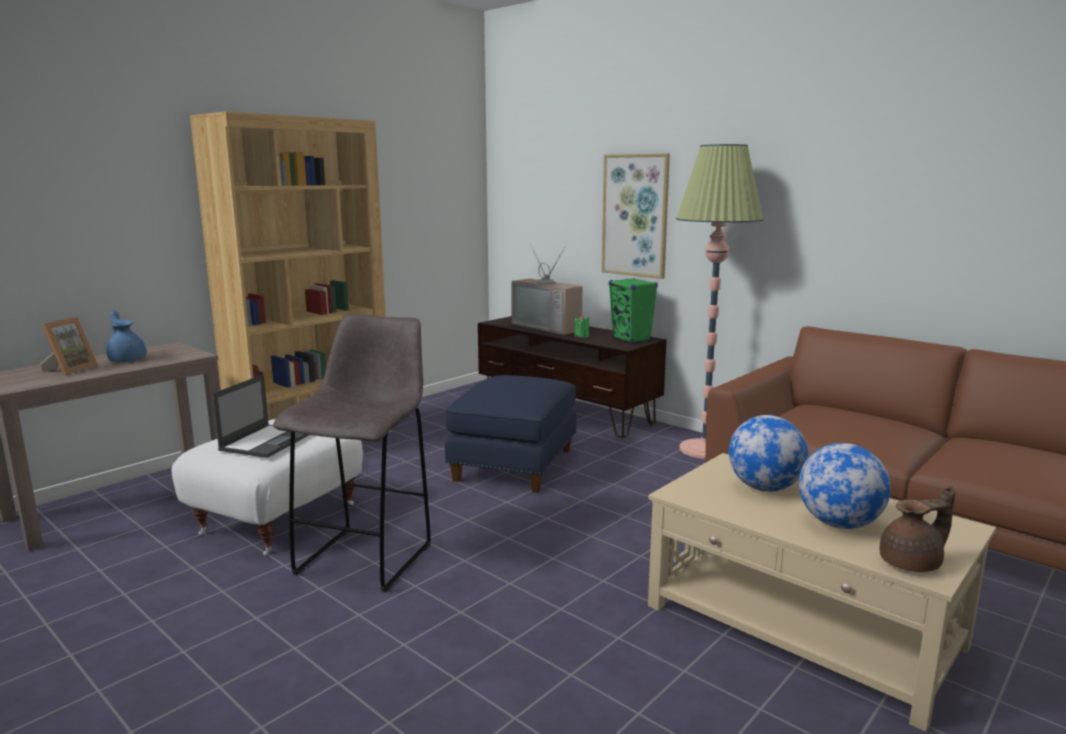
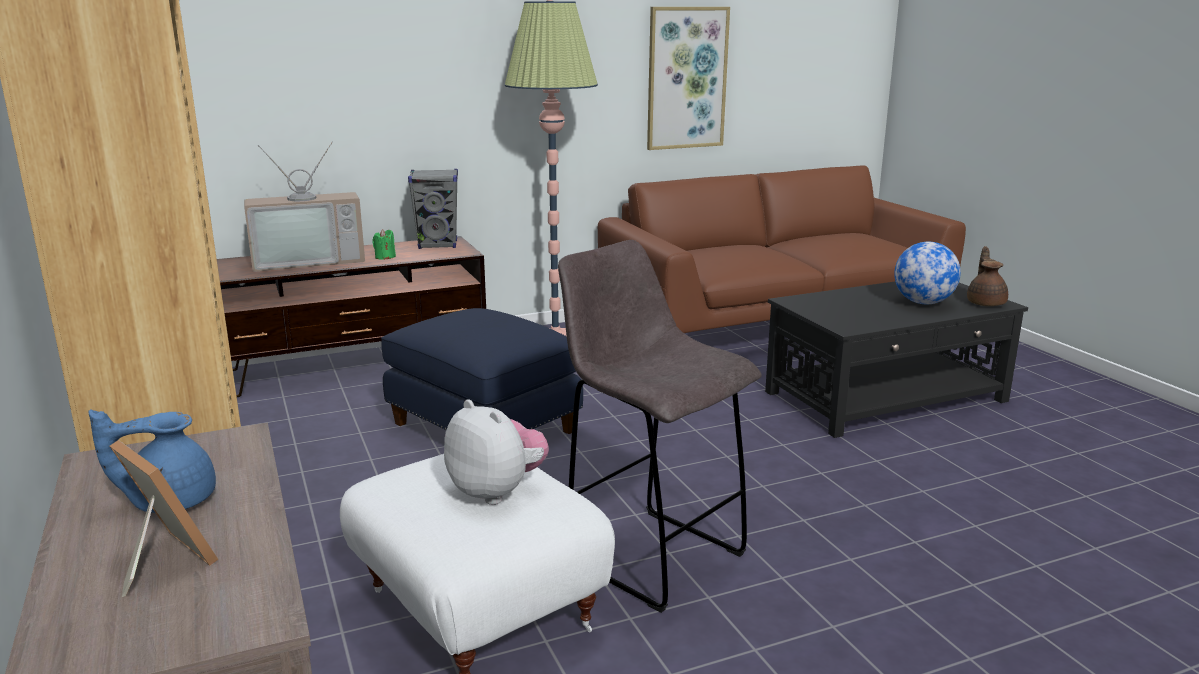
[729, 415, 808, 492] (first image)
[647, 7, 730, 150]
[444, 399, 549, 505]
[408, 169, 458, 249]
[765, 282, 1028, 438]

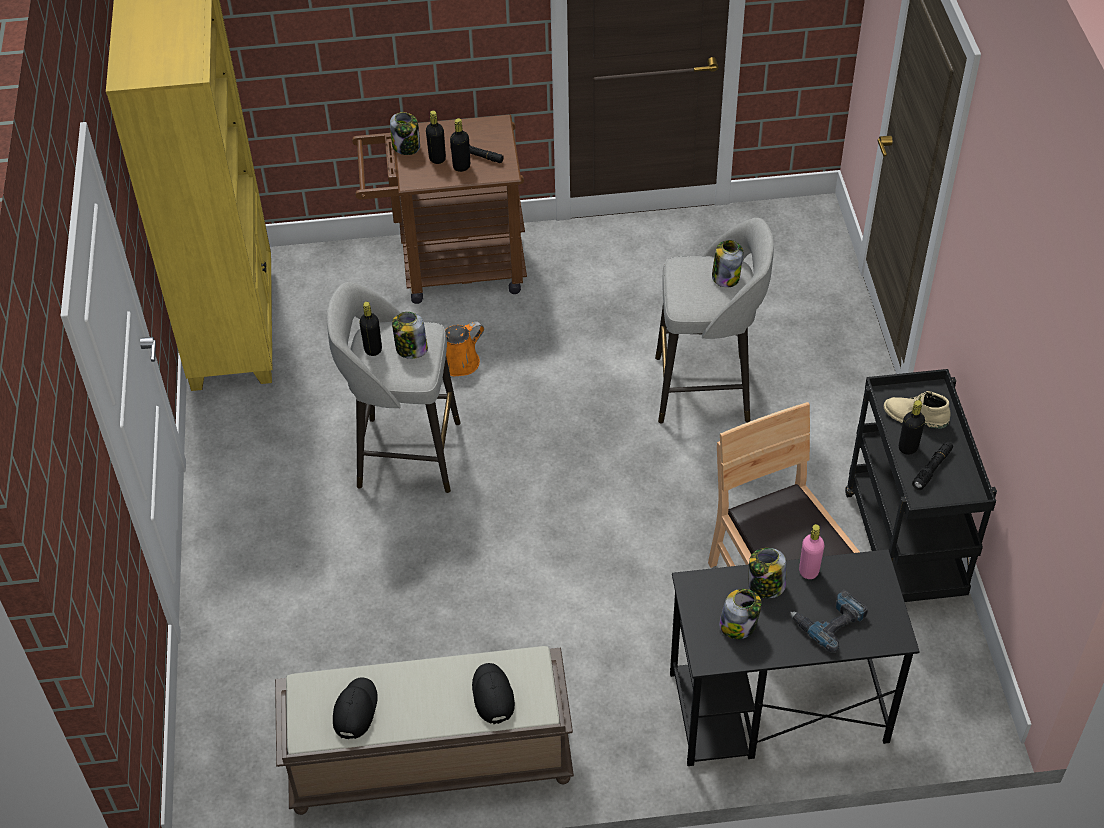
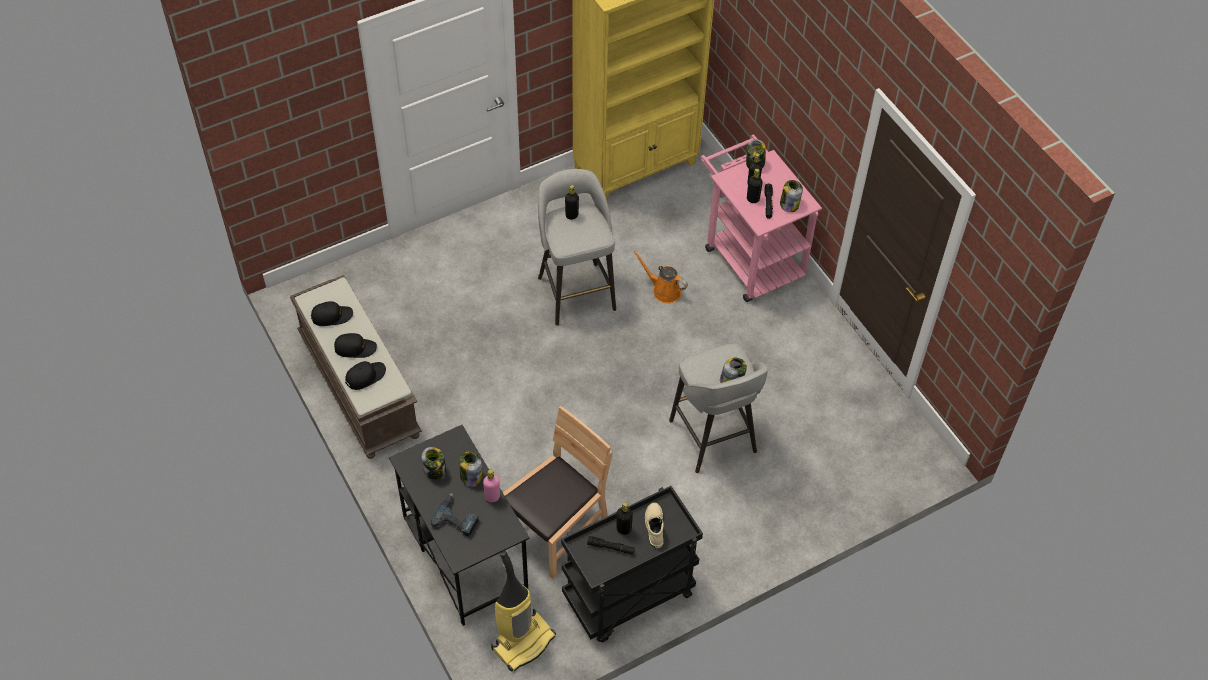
[334, 333, 377, 358]
[491, 551, 556, 672]
[780, 180, 803, 212]
[701, 135, 822, 302]

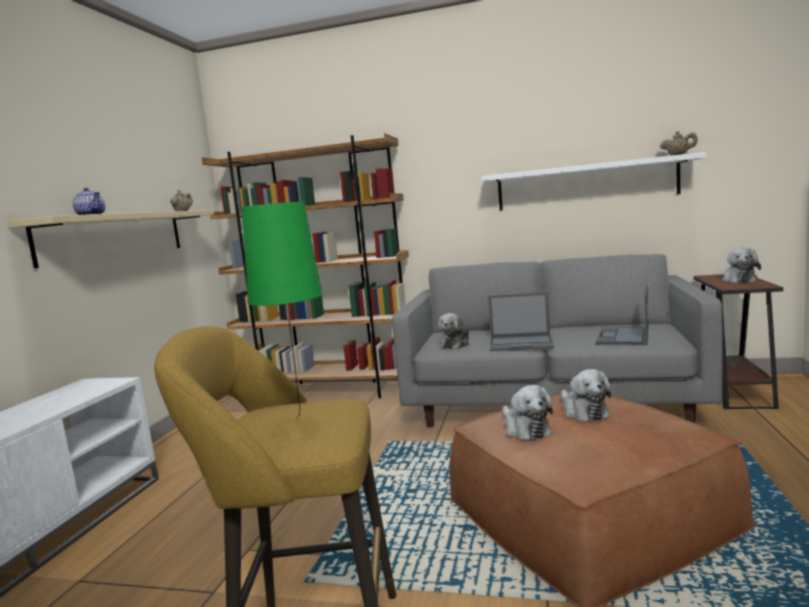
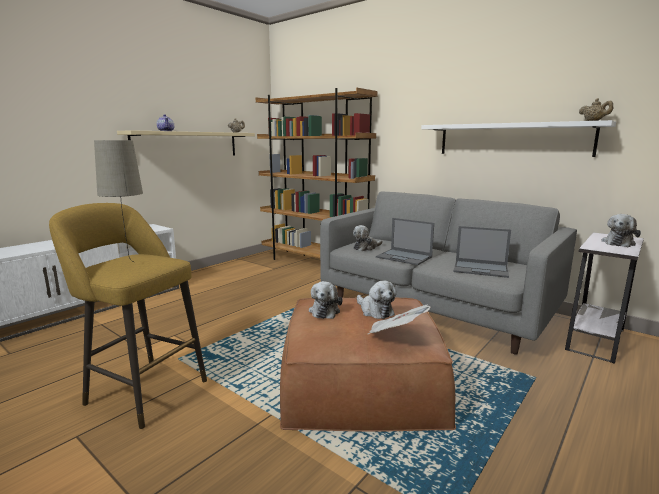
[368, 304, 430, 334]
[94, 140, 143, 262]
[565, 232, 644, 364]
[357, 281, 397, 319]
[454, 226, 511, 278]

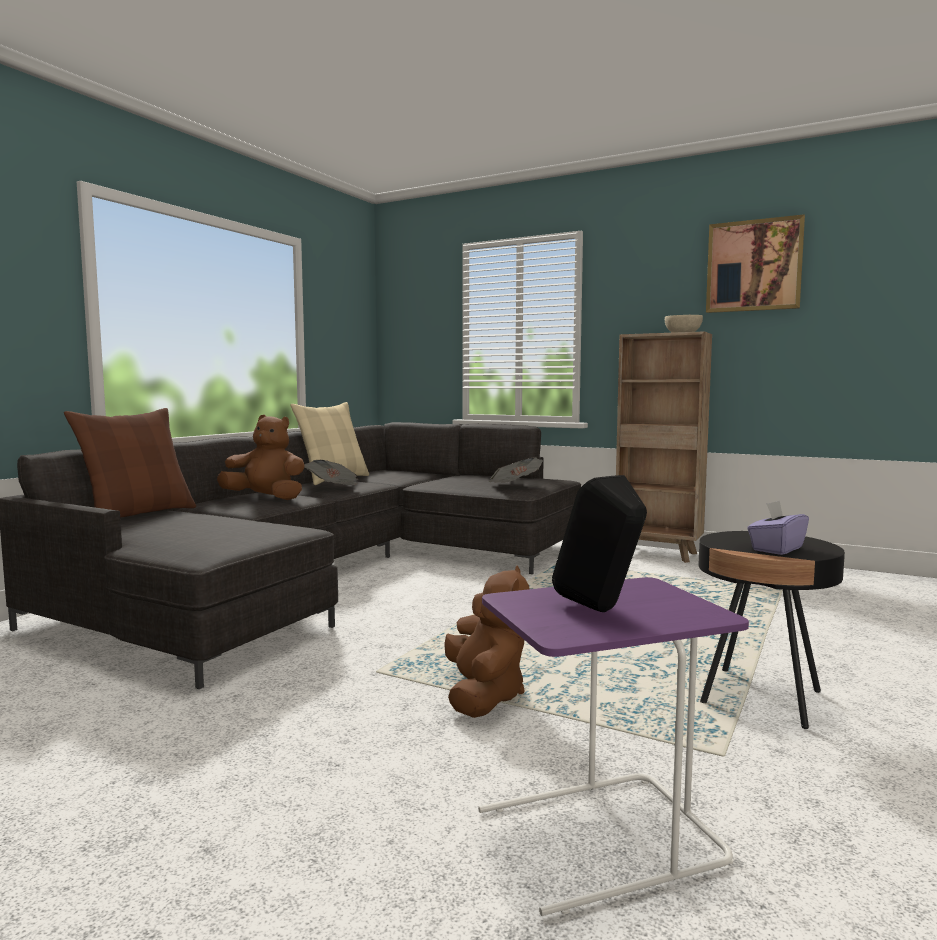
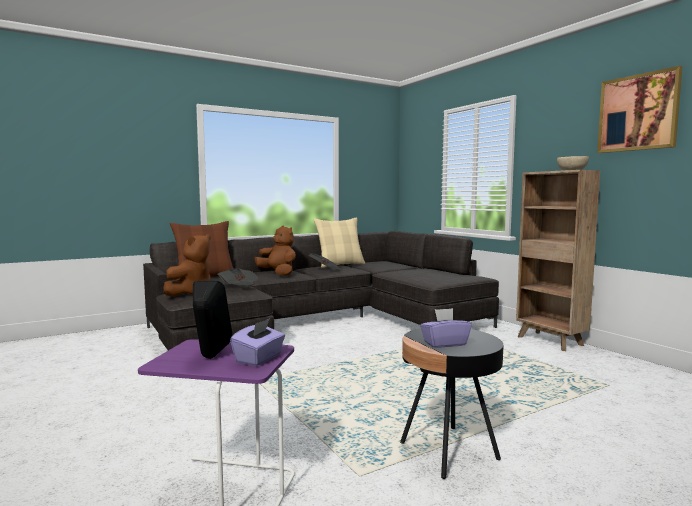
[230, 318, 285, 366]
[164, 234, 211, 297]
[217, 268, 259, 285]

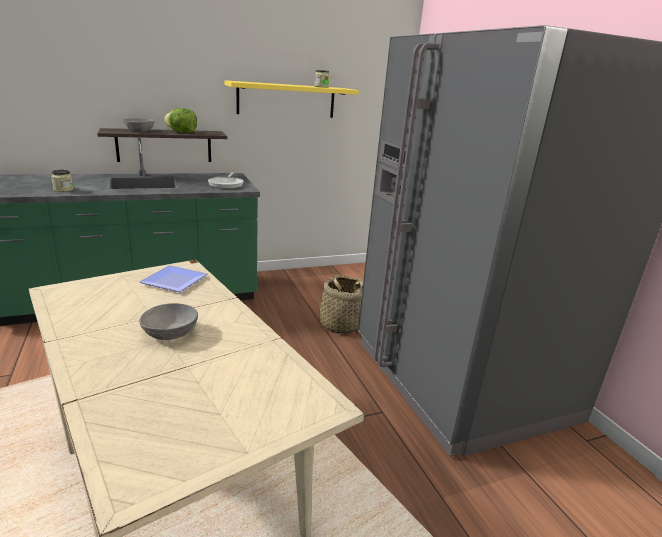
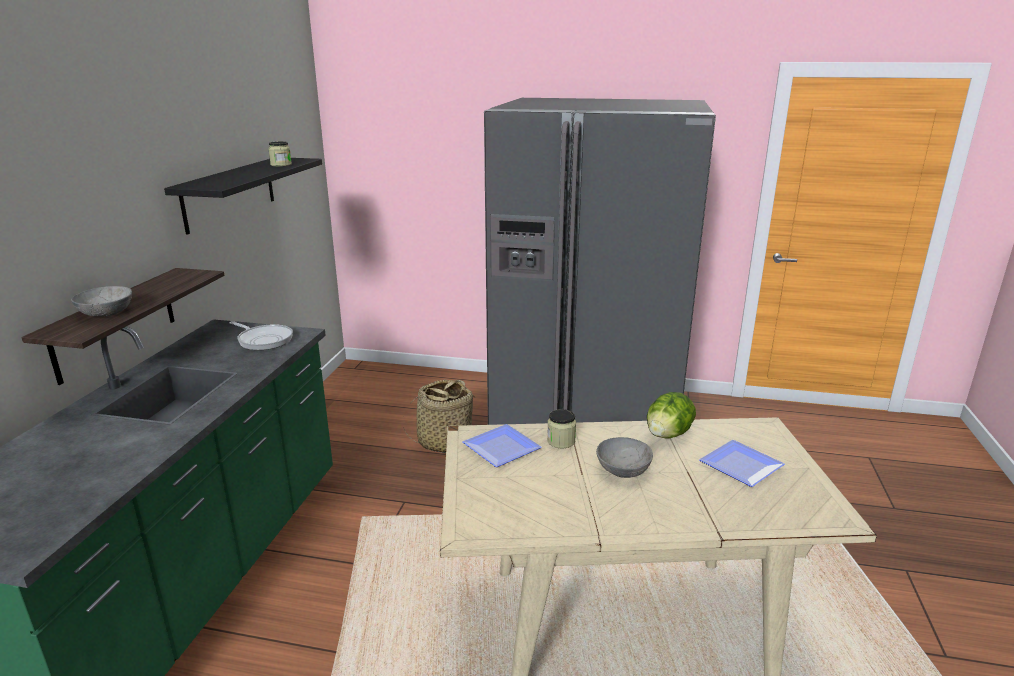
[699, 440, 785, 487]
[547, 409, 576, 448]
[647, 392, 696, 439]
[164, 158, 322, 235]

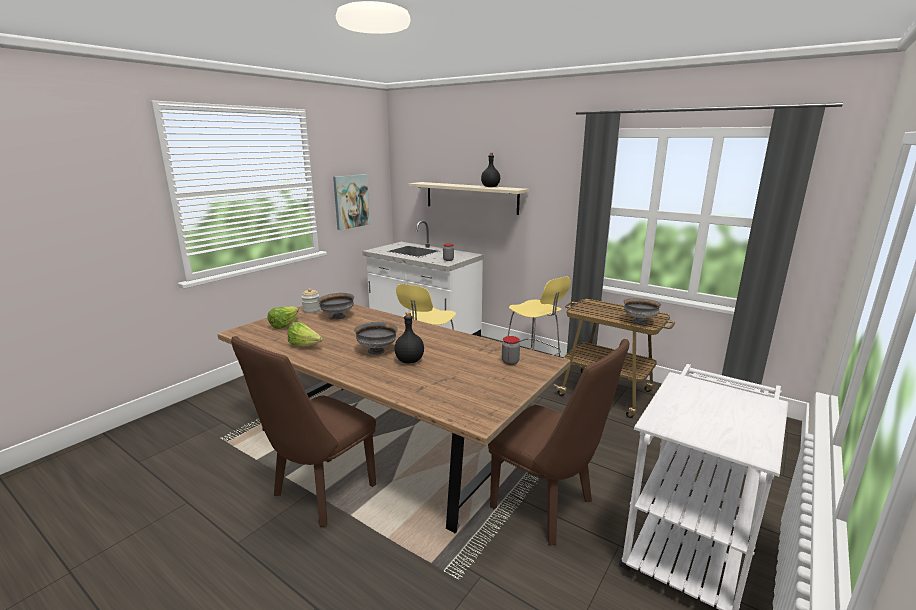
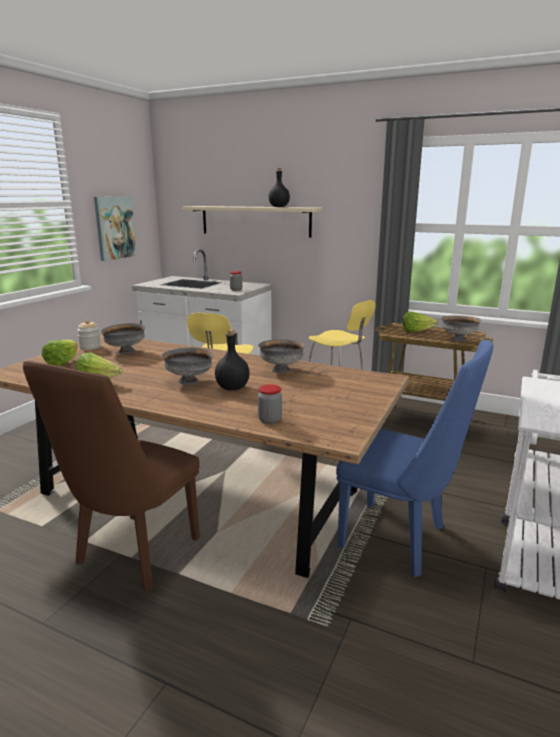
[258, 339, 305, 373]
[403, 311, 438, 332]
[258, 384, 282, 424]
[336, 340, 493, 577]

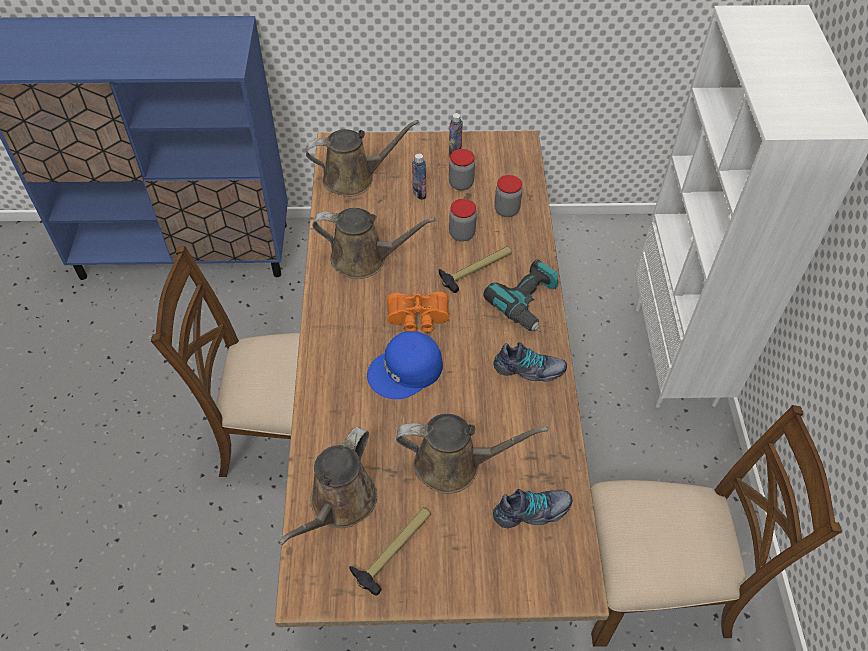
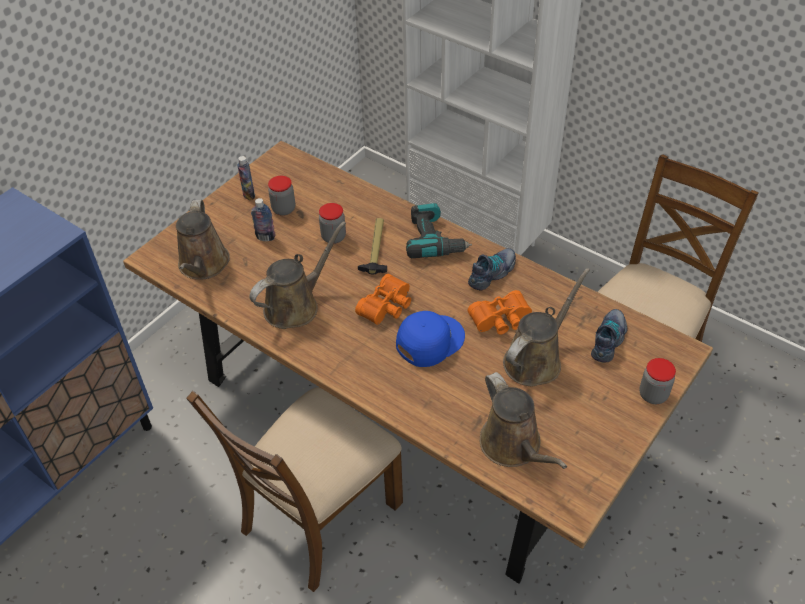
[349, 508, 431, 596] (first image)
[468, 290, 532, 335]
[639, 358, 676, 404]
[176, 200, 230, 280]
[396, 311, 465, 367]

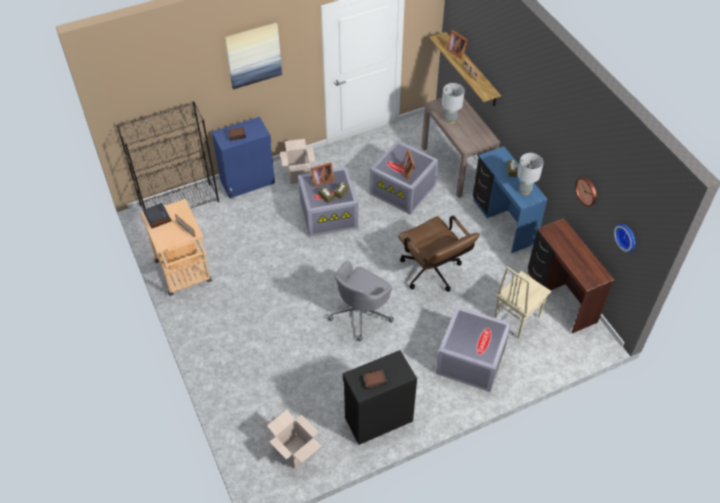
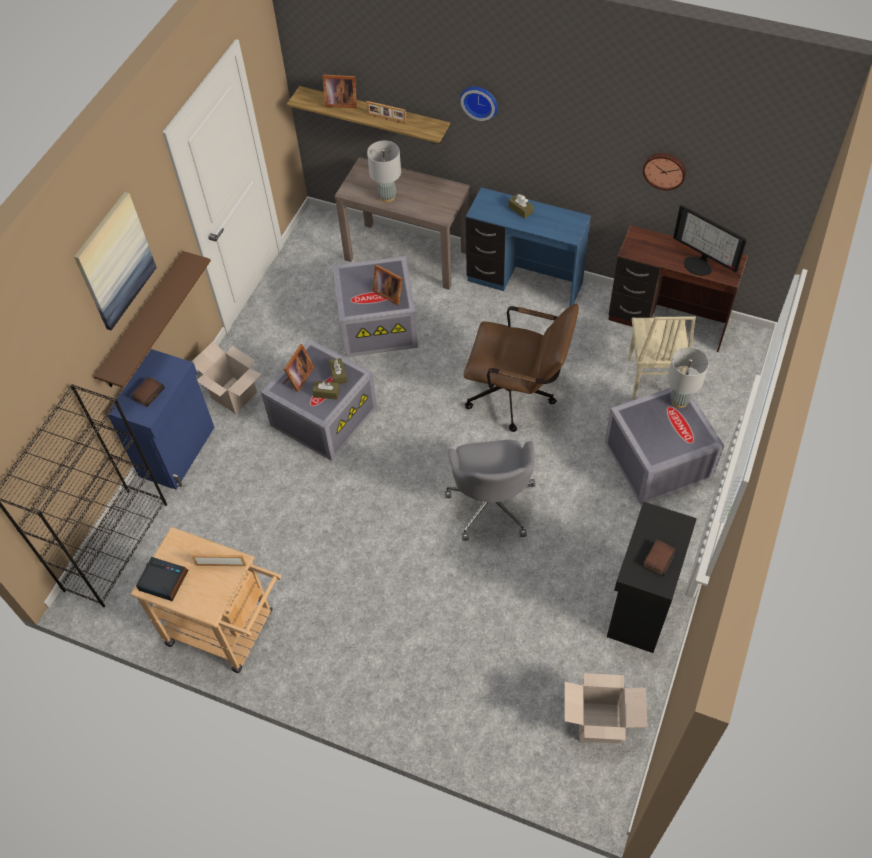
[93, 251, 211, 388]
[673, 205, 747, 276]
[668, 347, 709, 408]
[460, 86, 498, 121]

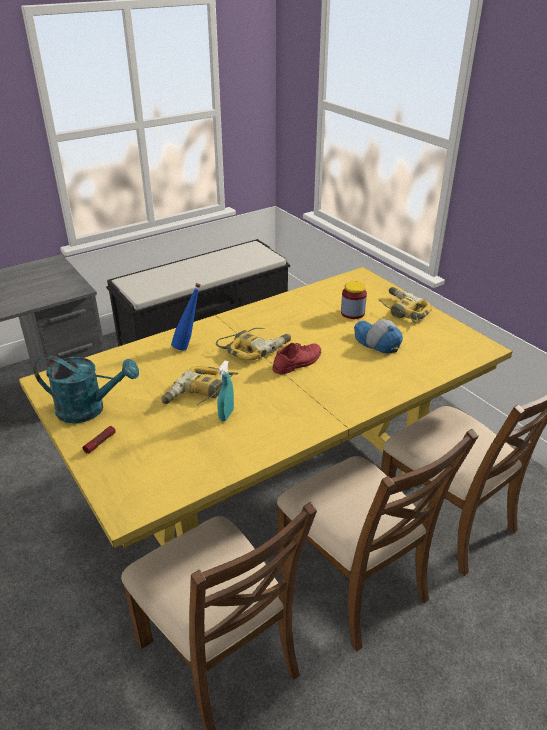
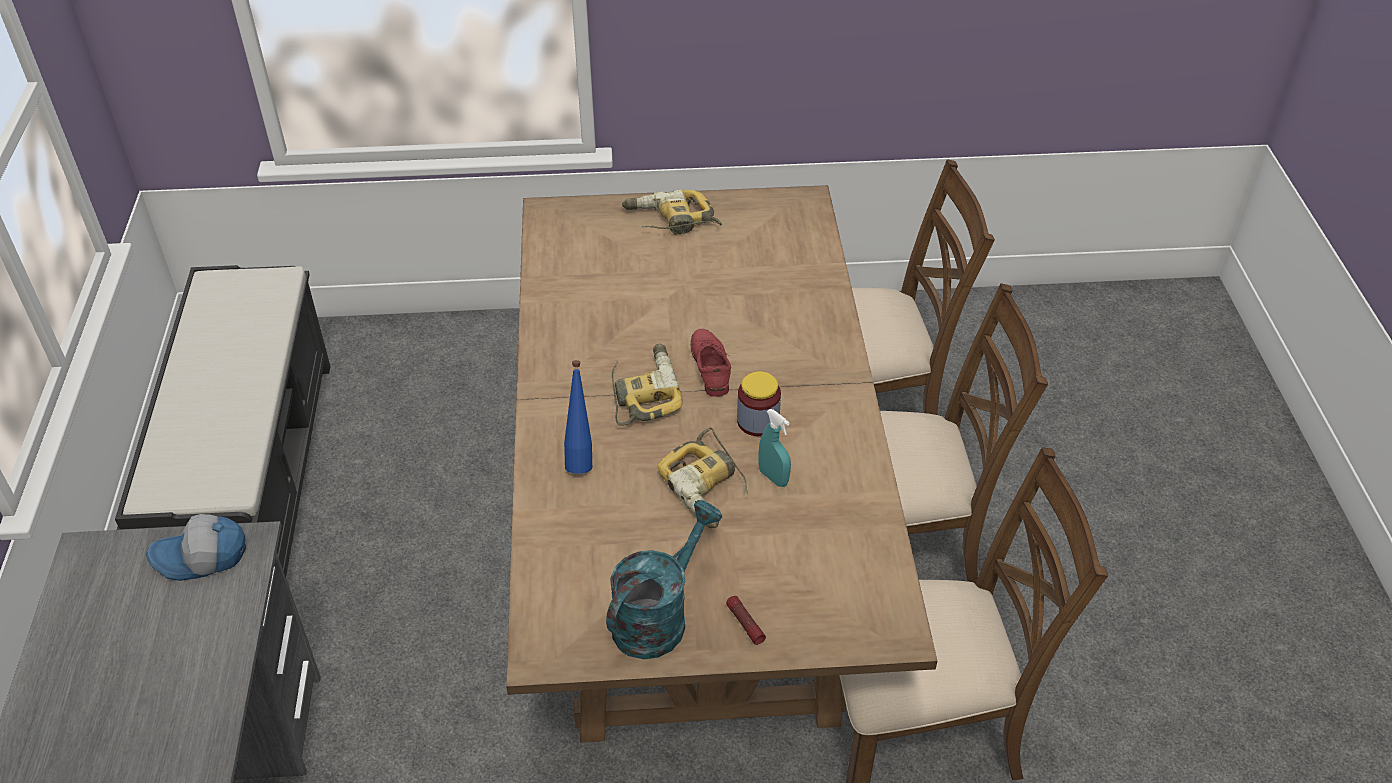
[737, 371, 781, 436]
[146, 514, 246, 581]
[506, 185, 937, 743]

